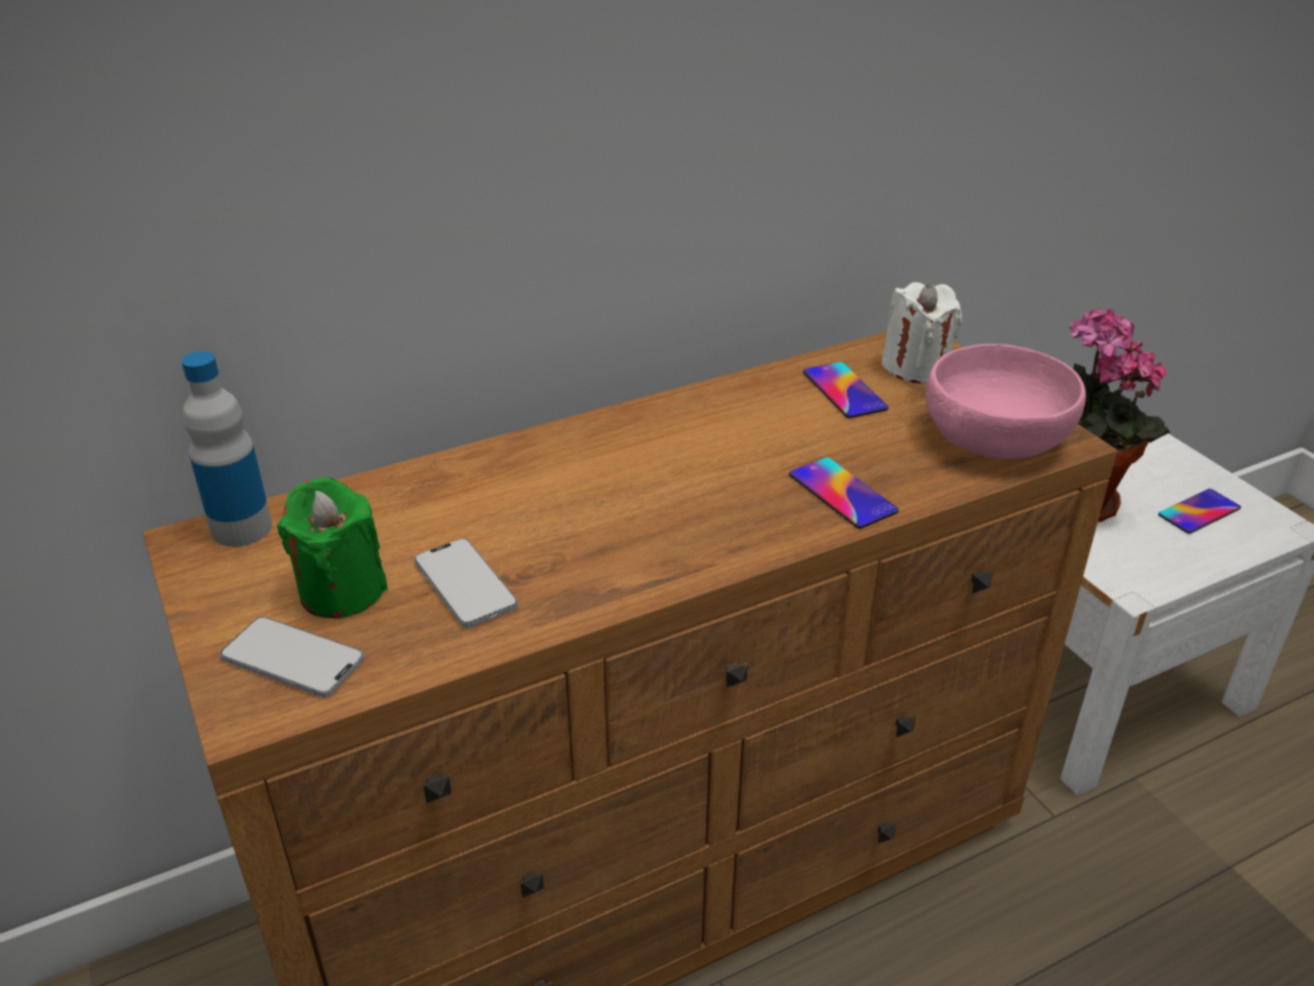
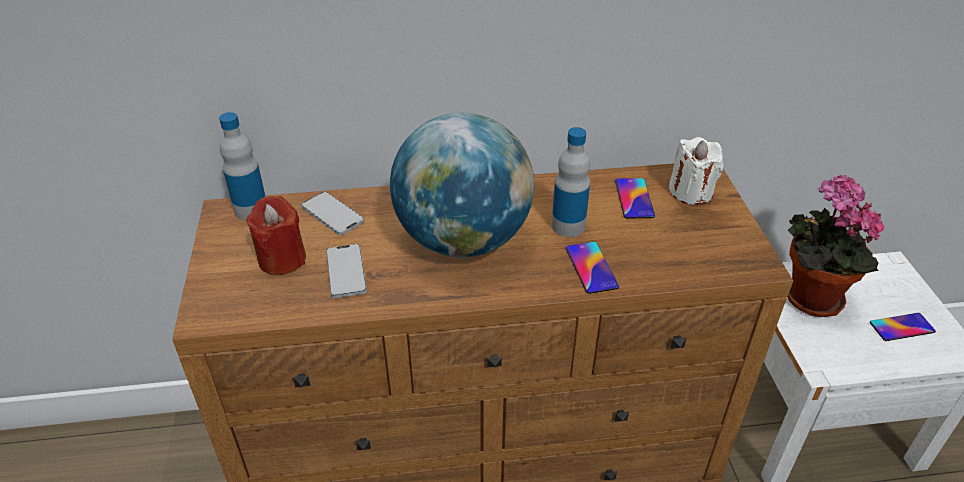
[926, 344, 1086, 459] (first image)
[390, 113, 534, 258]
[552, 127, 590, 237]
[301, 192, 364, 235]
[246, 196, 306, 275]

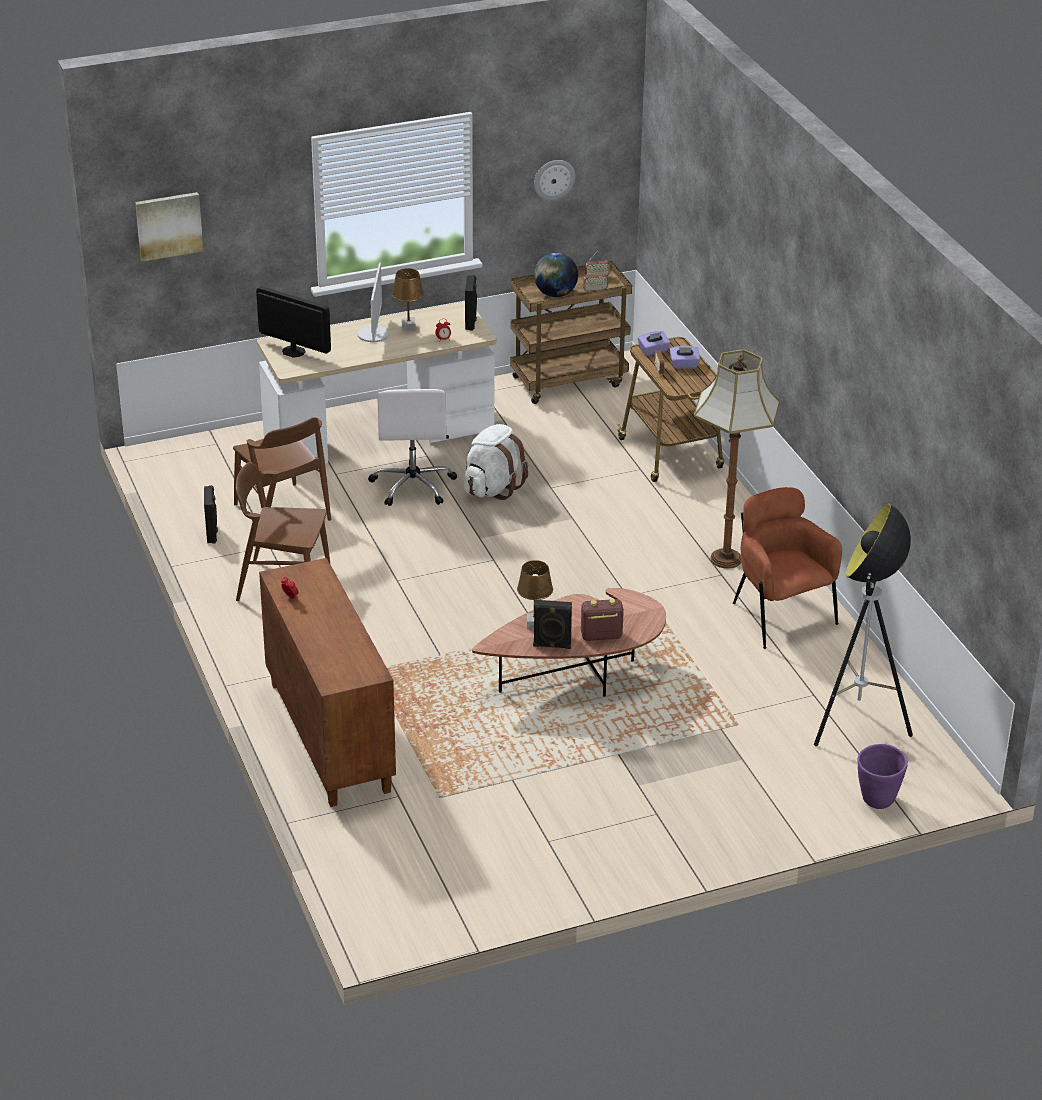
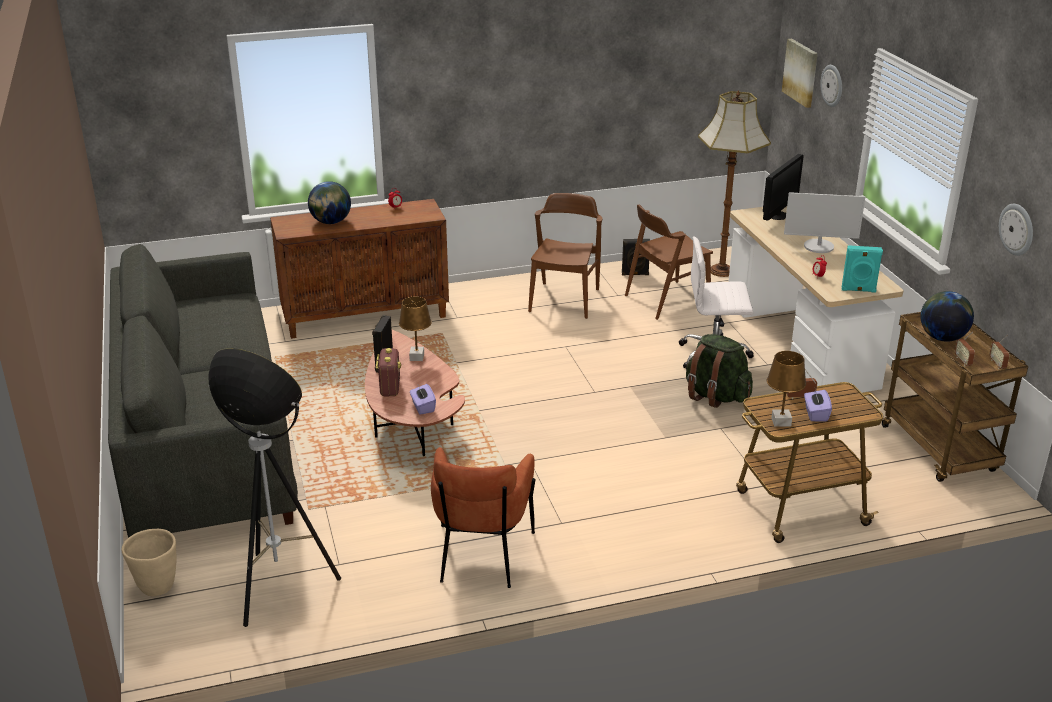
[108, 244, 298, 538]
[308, 181, 351, 224]
[821, 65, 842, 107]
[767, 351, 806, 427]
[410, 384, 436, 415]
[698, 91, 771, 277]
[686, 334, 753, 408]
[842, 245, 883, 293]
[121, 529, 177, 596]
[431, 447, 536, 588]

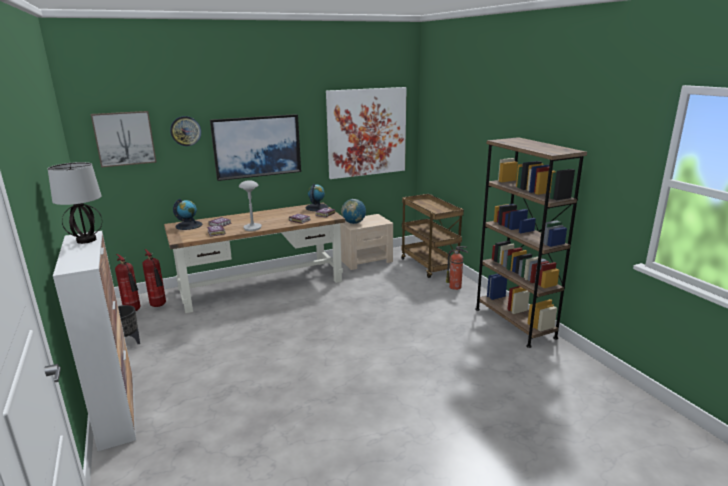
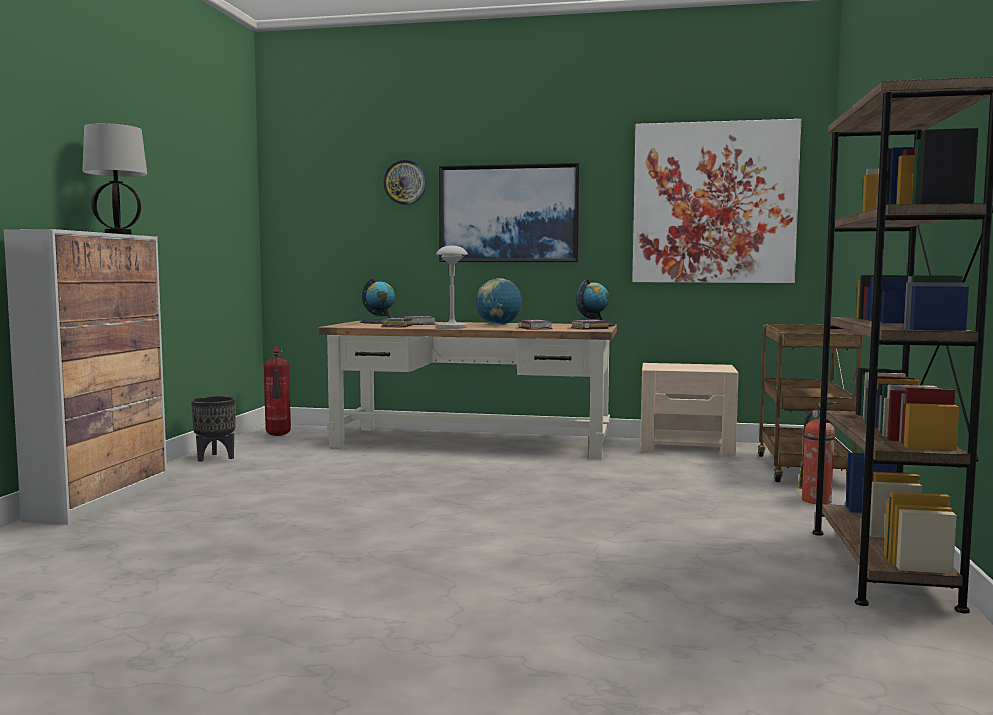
[91, 111, 157, 168] (first image)
[142, 249, 166, 307] (first image)
[476, 278, 522, 325]

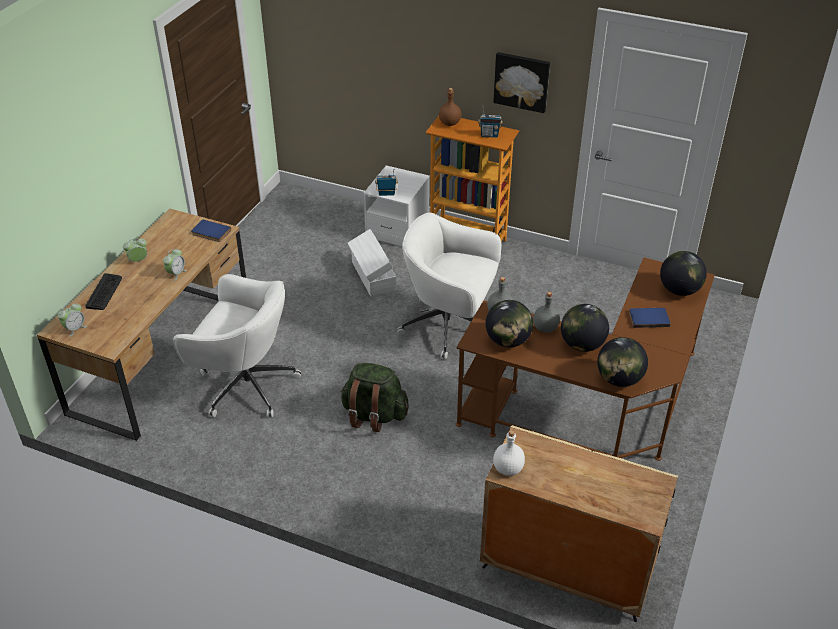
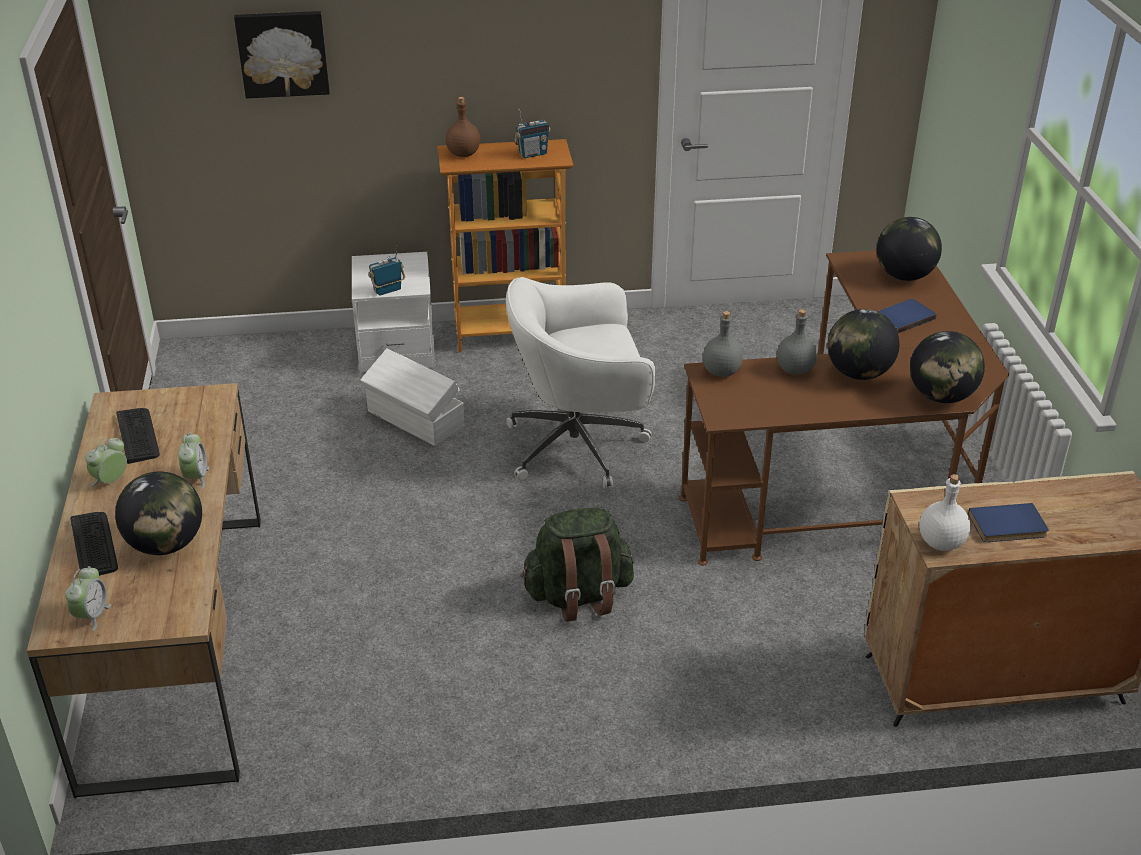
[173, 274, 301, 418] (first image)
[116, 408, 160, 464]
[968, 503, 1049, 542]
[115, 471, 202, 555]
[234, 11, 330, 98]

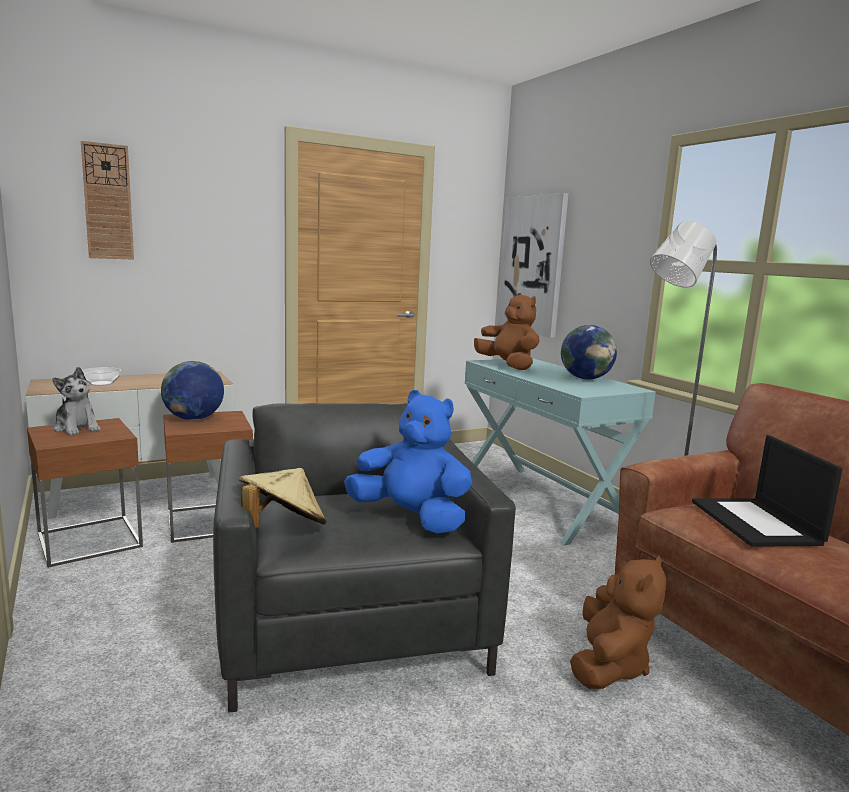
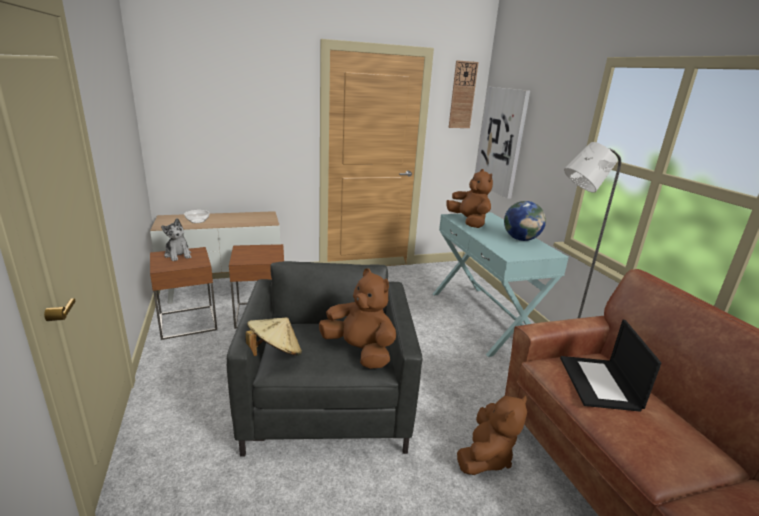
[161, 361, 224, 420] (first image)
[449, 60, 479, 128]
[319, 268, 396, 369]

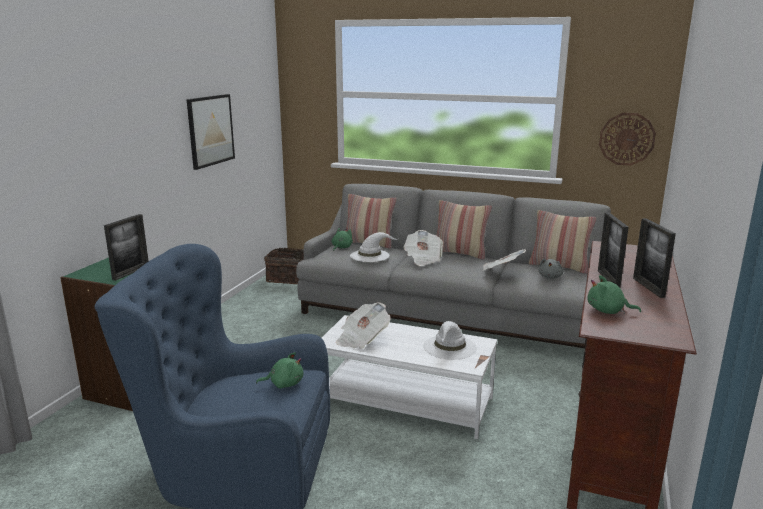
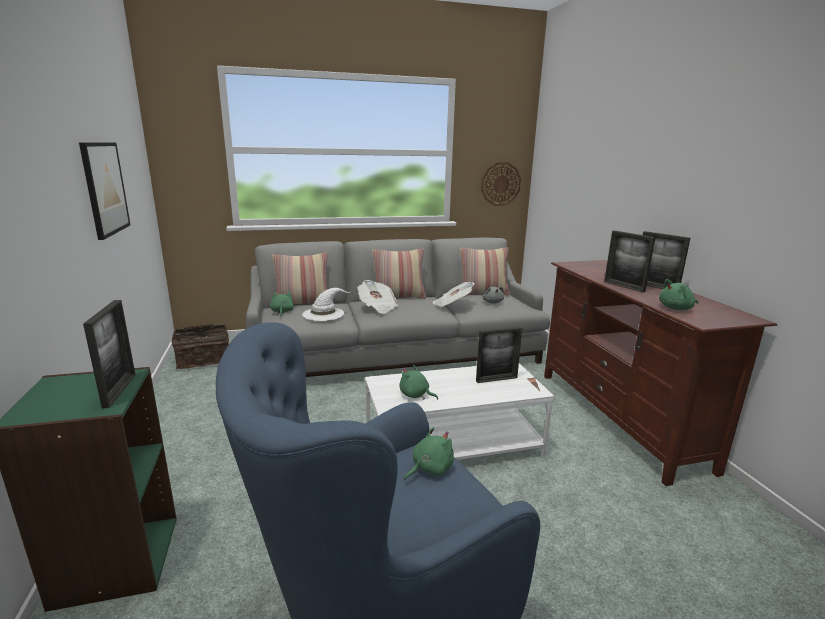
[400, 365, 438, 400]
[476, 327, 522, 383]

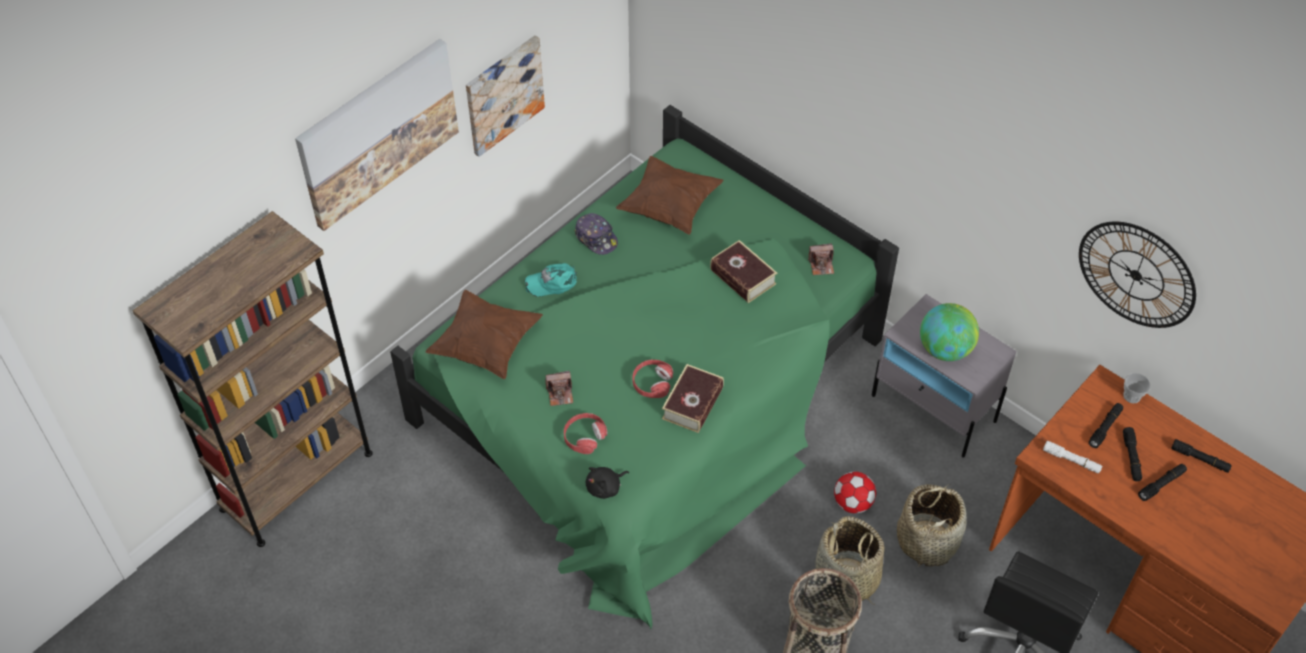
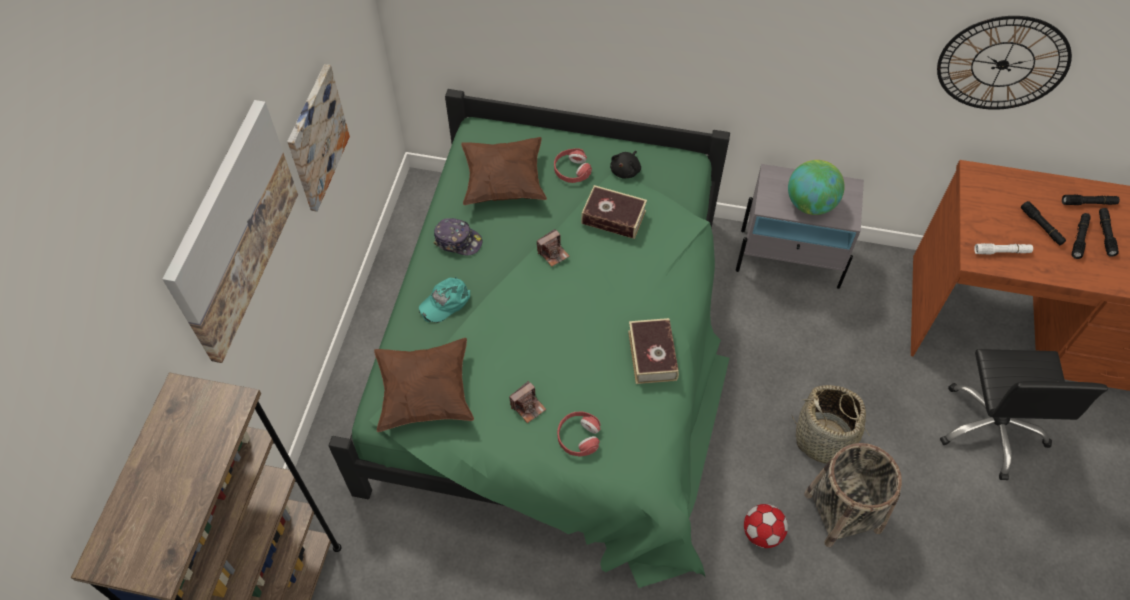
[897, 484, 967, 567] (first image)
[1123, 373, 1151, 403] (first image)
[610, 151, 641, 179]
[554, 148, 592, 183]
[537, 229, 570, 267]
[744, 504, 788, 548]
[1099, 208, 1119, 257]

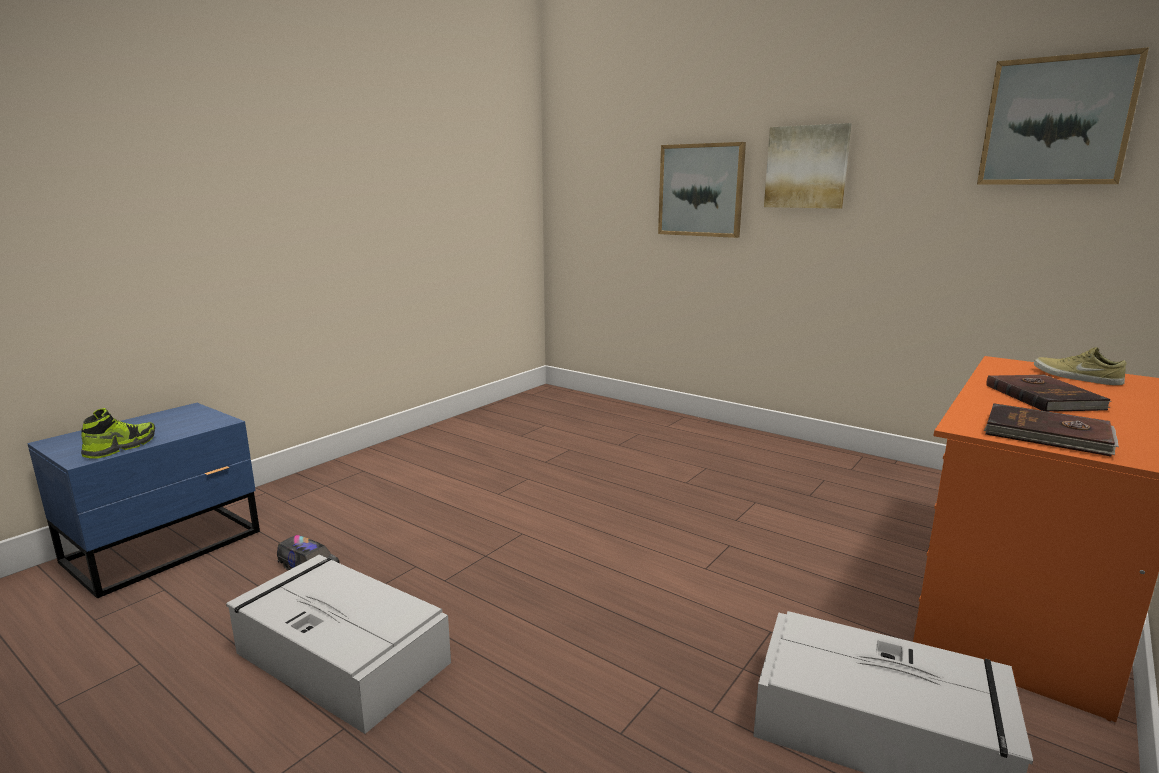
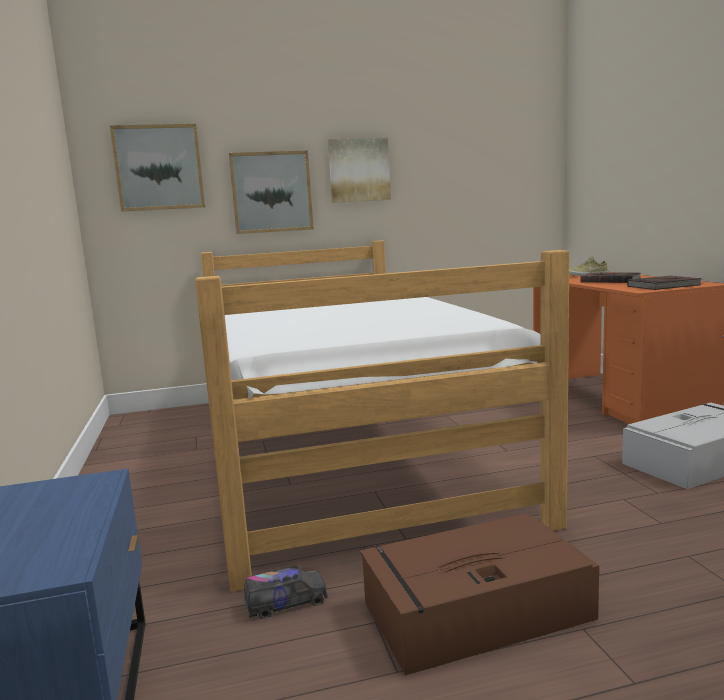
[81, 408, 155, 459] (first image)
[195, 240, 570, 592]
[110, 124, 205, 212]
[360, 514, 599, 675]

